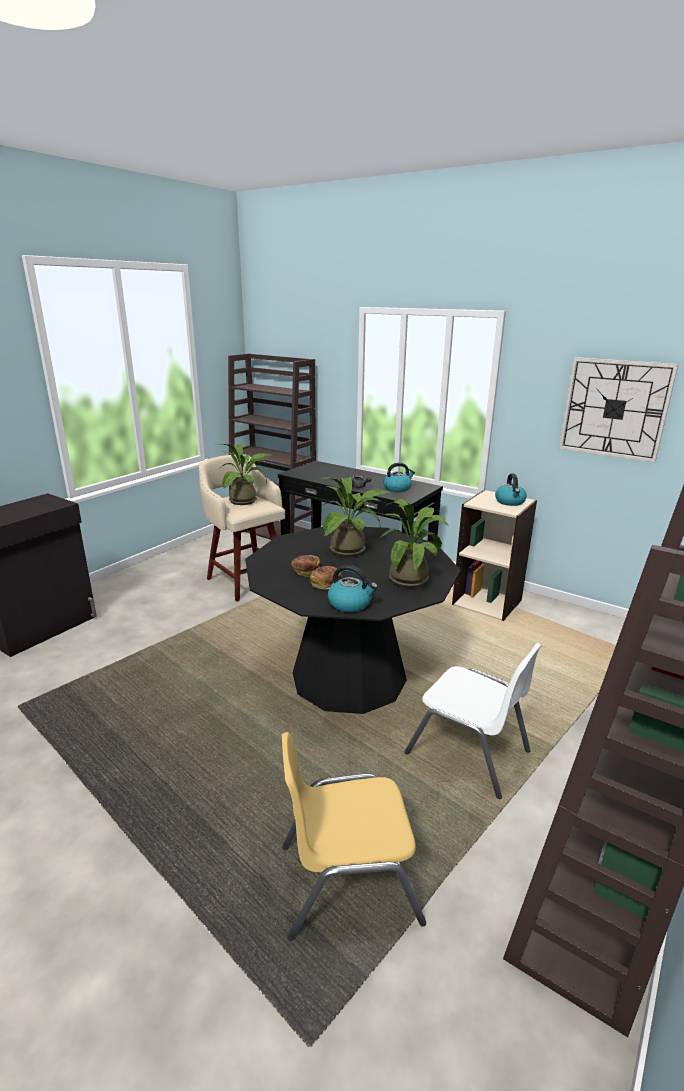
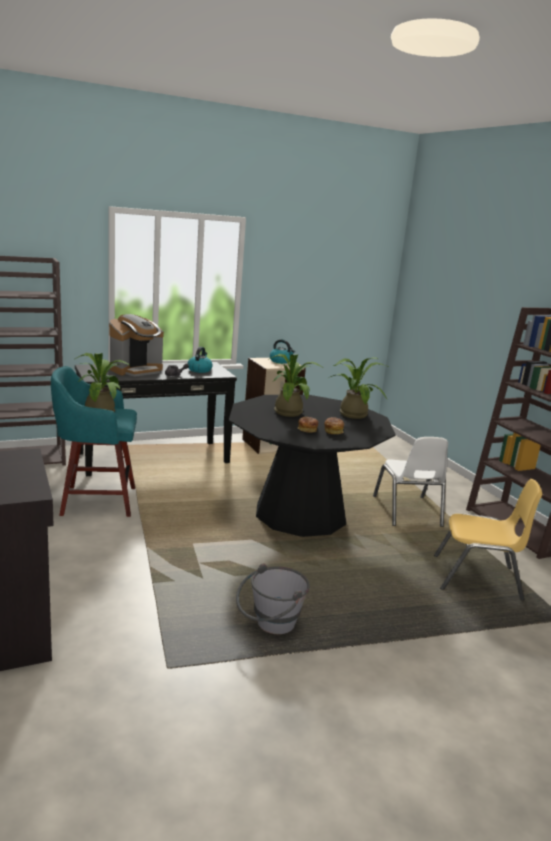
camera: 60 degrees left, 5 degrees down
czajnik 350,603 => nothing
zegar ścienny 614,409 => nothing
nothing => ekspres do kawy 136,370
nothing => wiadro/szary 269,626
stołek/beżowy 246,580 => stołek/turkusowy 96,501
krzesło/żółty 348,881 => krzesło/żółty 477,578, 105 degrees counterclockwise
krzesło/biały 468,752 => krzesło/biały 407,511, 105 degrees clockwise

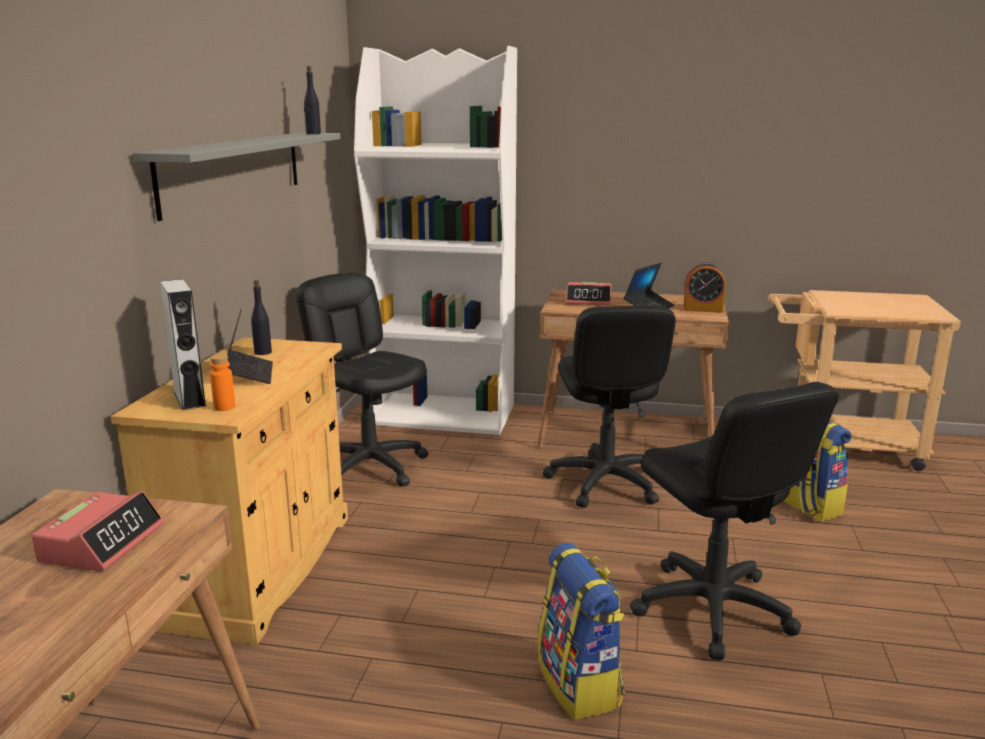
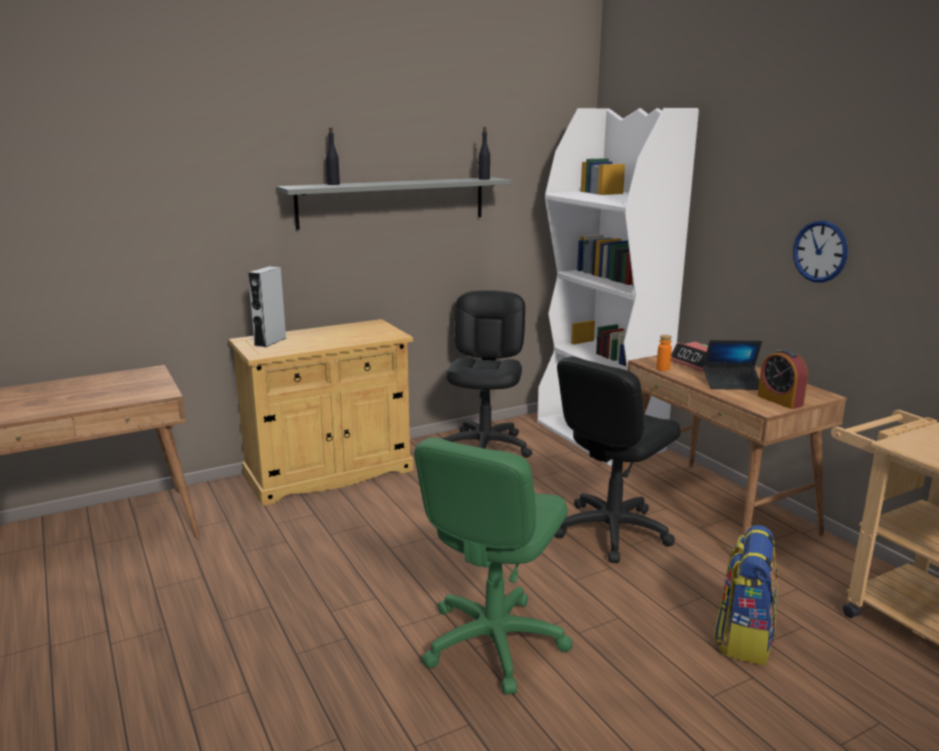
camera: 50 degrees right, 0 degrees up
budzik 102,543 => nothing
laptop 249,374 => nothing
plecak 580,684 => nothing
nothing => zegar ścienny 820,251
butelka/pomarańczowy 224,407 => butelka/pomarańczowy 662,368, moved
butelka/czarny 263,352 => butelka/czarny 333,184, moved
krzesło biurowe/czarny 712,609 => krzesło biurowe/zielony 493,642

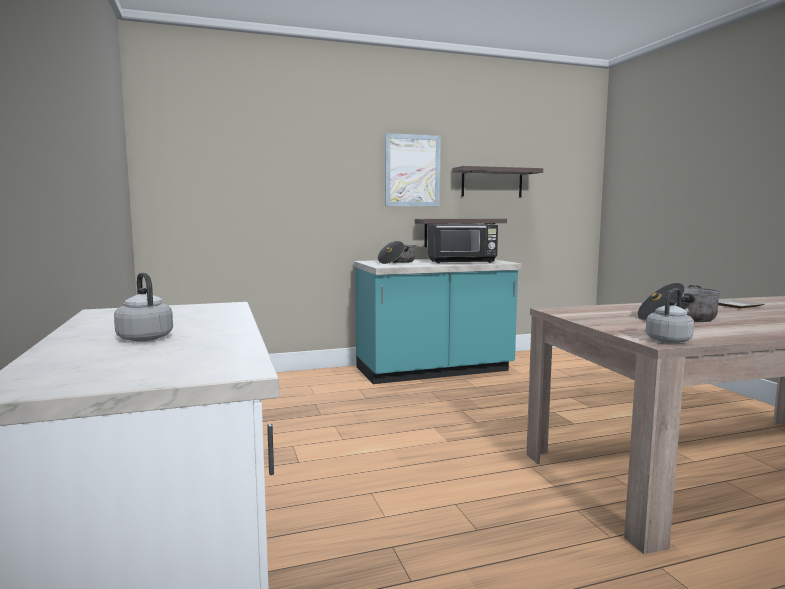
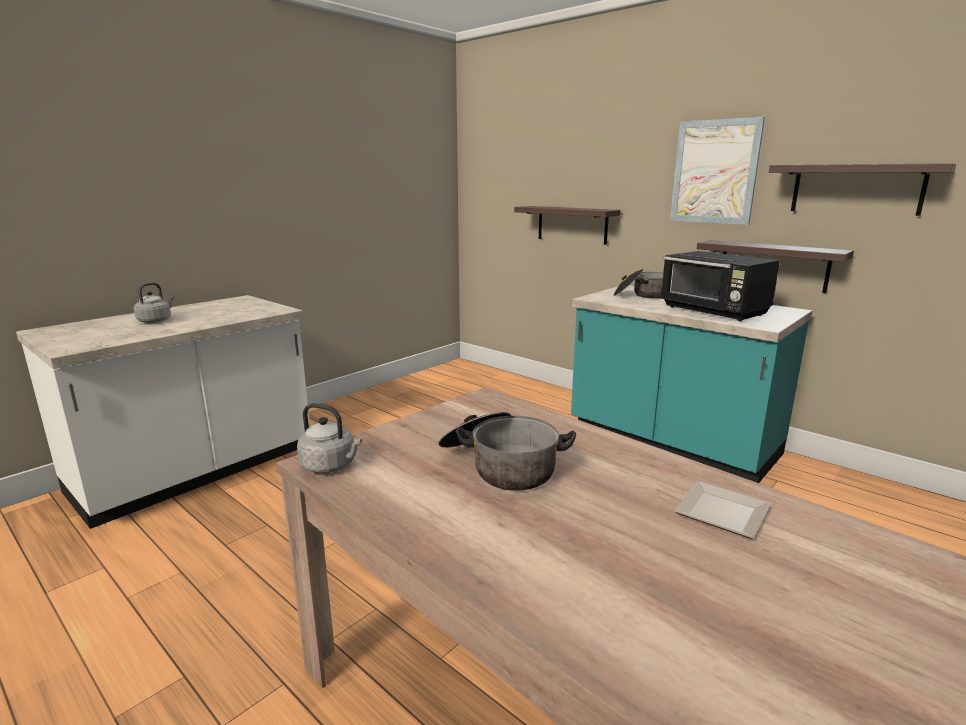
camera: 60 degrees right, 10 degrees up
nothing => półka 572,224

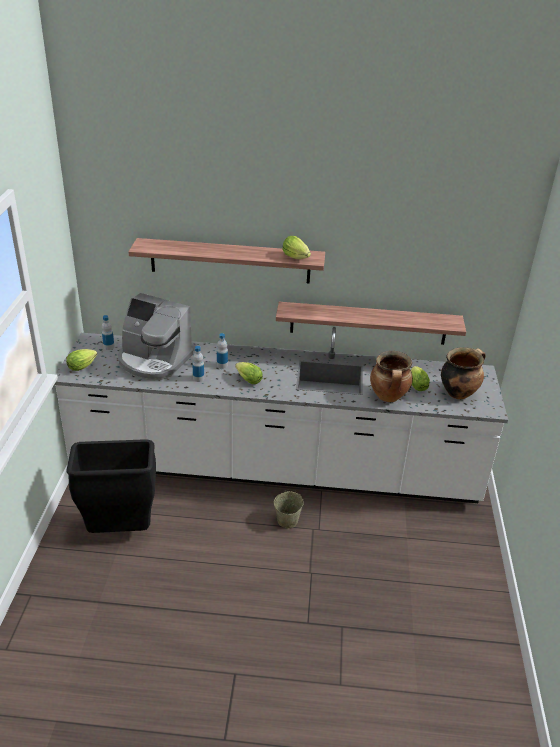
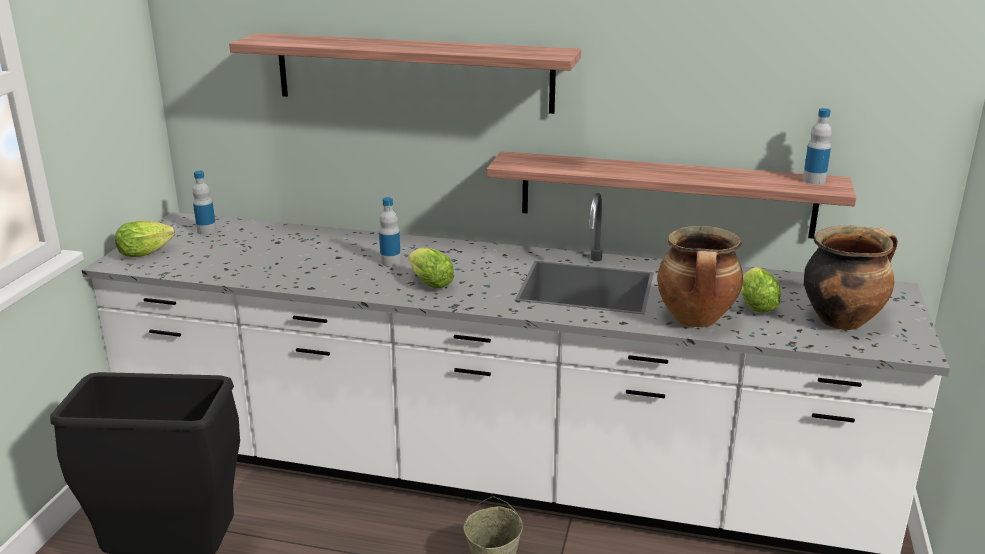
camera: 10 degrees right, 10 degrees down
ekspres do kawy 153,361 => nothing
sałata 297,258 => nothing
butelka 198,378 => butelka 814,180, moved

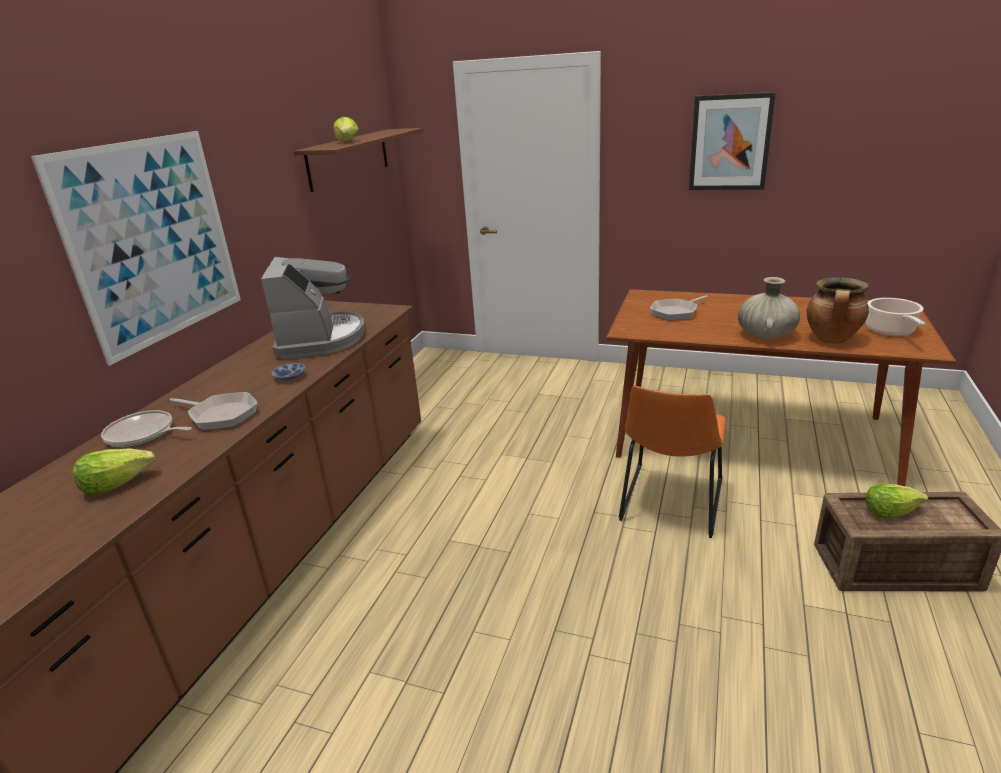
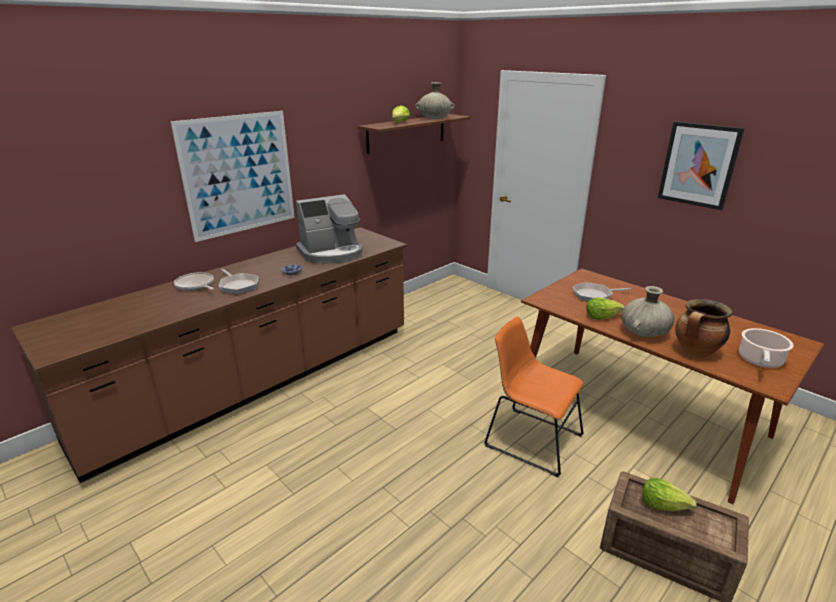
camera: 25 degrees right, 0 degrees up
nothing => wazon/beżowy 434,118
sałata 117,484 => sałata 601,317, moved
ekspres do kawy 320,339 => ekspres do kawy 331,253, 45 degrees clockwise
krzesło/pomarańczowy 670,503 => krzesło/pomarańczowy 529,439, 75 degrees clockwise

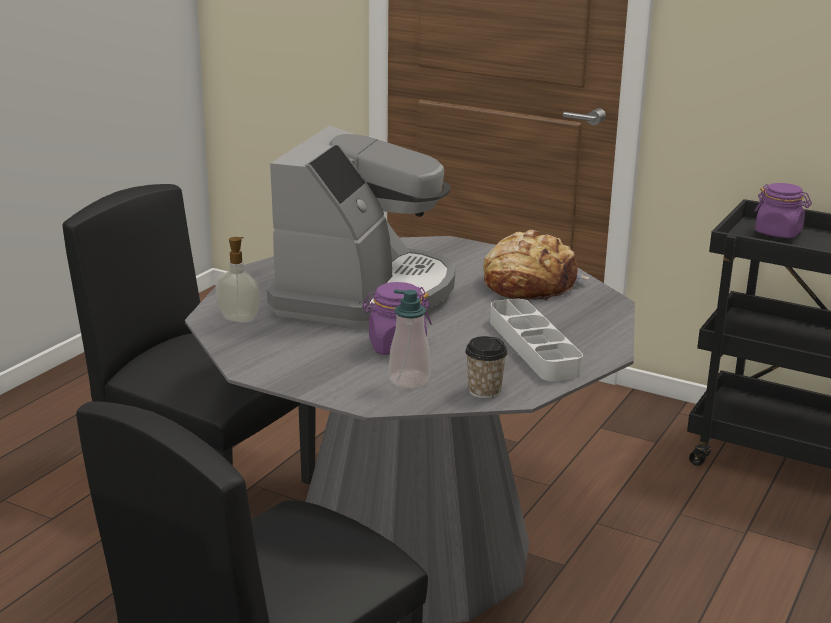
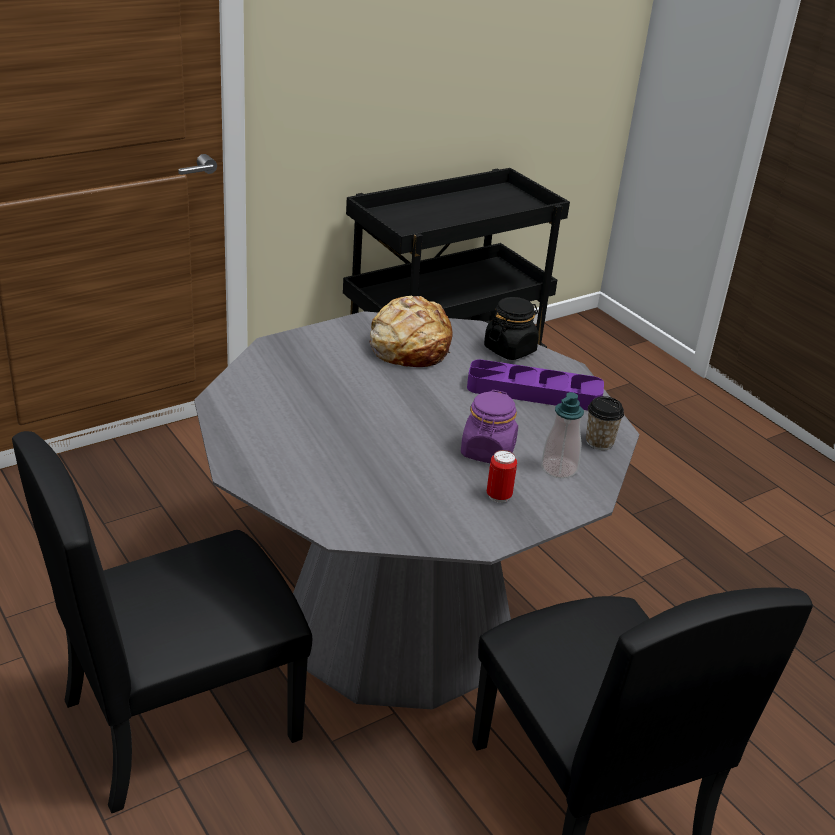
camera: 65 degrees left, 10 degrees up
dozownik mydła 239,319 => nothing
ekspres do kawy 365,294 => nothing
słoik/fioletowy 778,233 => nothing
nothing => słoik/czarny 510,349
nothing => puszka 498,496
taca/szary 533,346 => taca/fioletowy 534,392

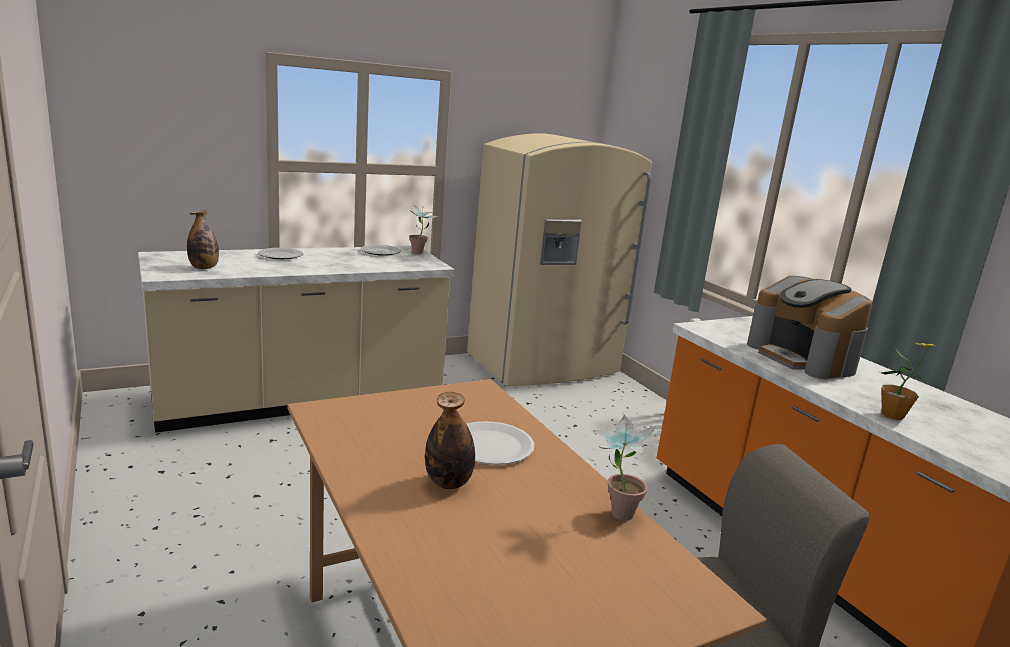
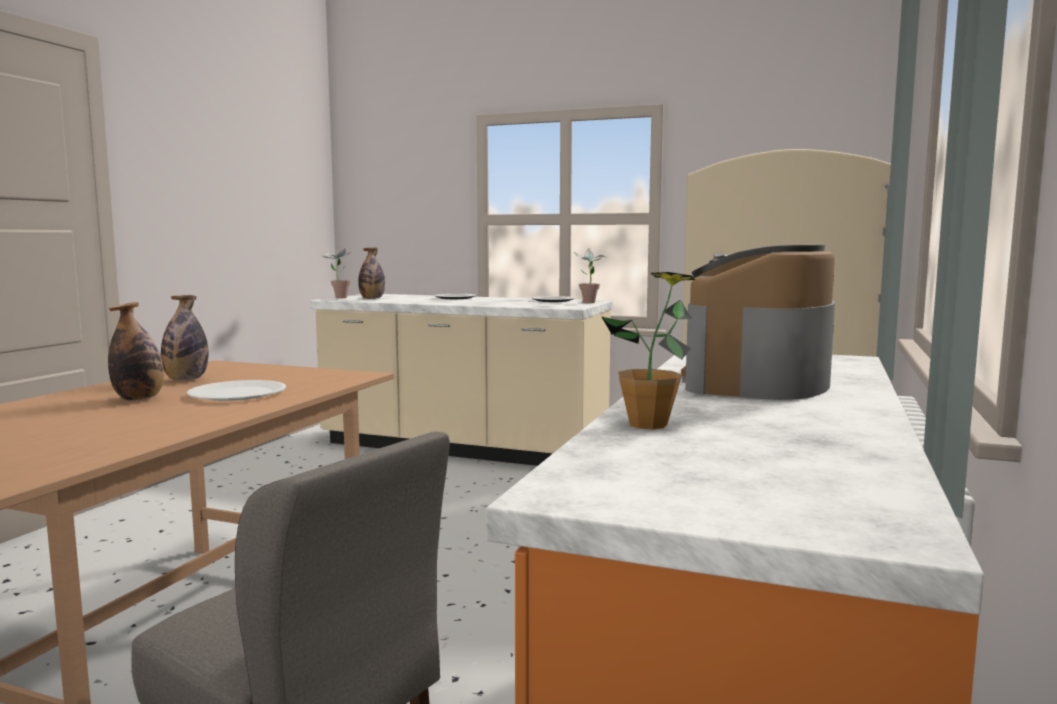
camera: 50 degrees right, 10 degrees down
nothing => butelka 186,380
roślina doniczkowa 613,513 => roślina doniczkowa 339,297, moved

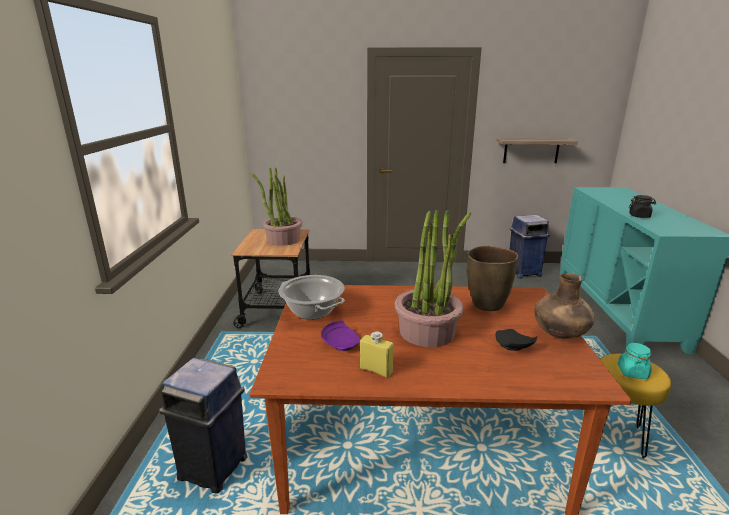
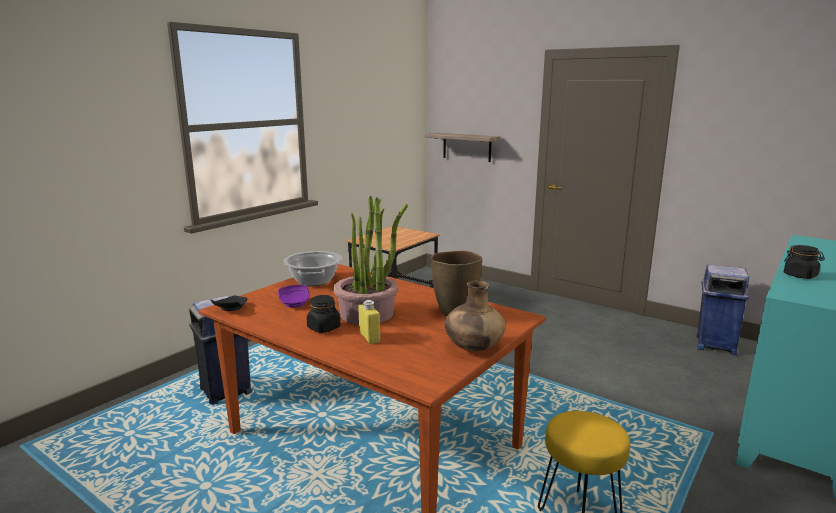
camera: 35 degrees right, 5 degrees down
roślina doniczkowa 283,240 => nothing
słoik/turkusowy 632,372 => nothing
nothing => słoik/czarny 323,328
butelka/żółty 376,370 => butelka/żółty 369,337, moved
talerz/czarny 513,346 => talerz/czarny 230,309, moved
półka 531,150 => półka 466,147, moved

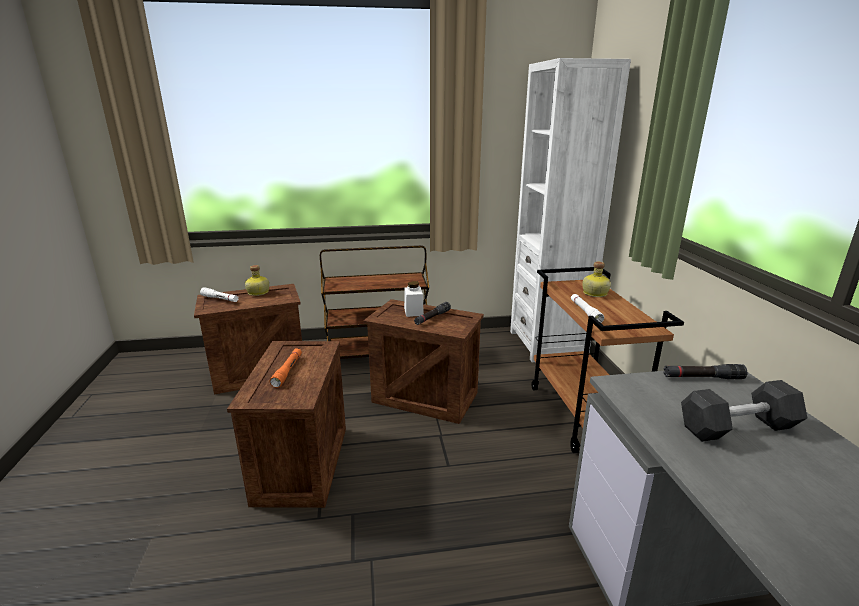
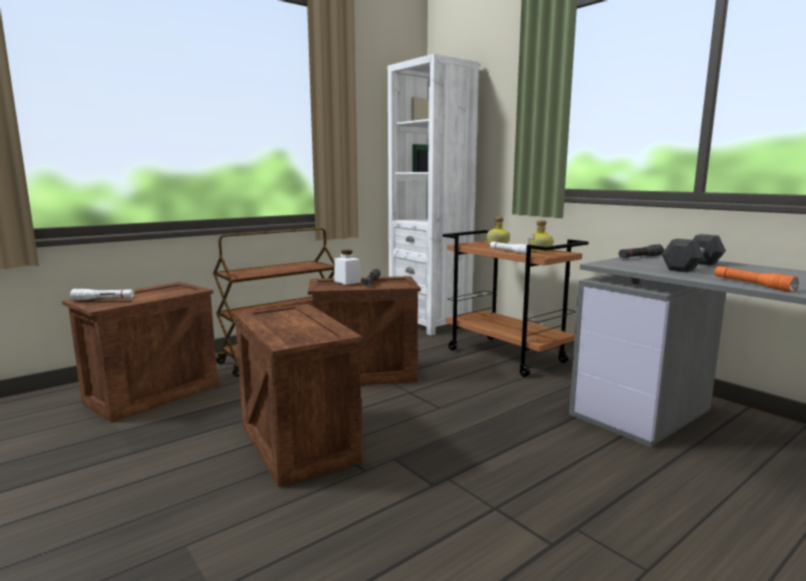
camera: 30 degrees left, 10 degrees down
butelka 258,293 => butelka 540,250, moved
latarka/pomarańczowy 287,371 => latarka/pomarańczowy 752,284, moved

